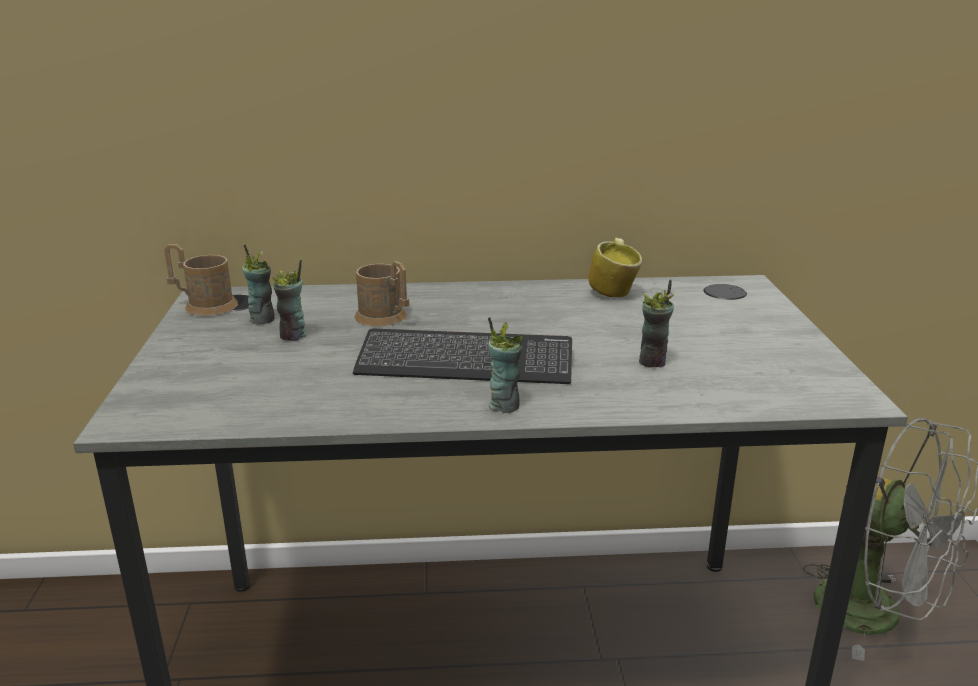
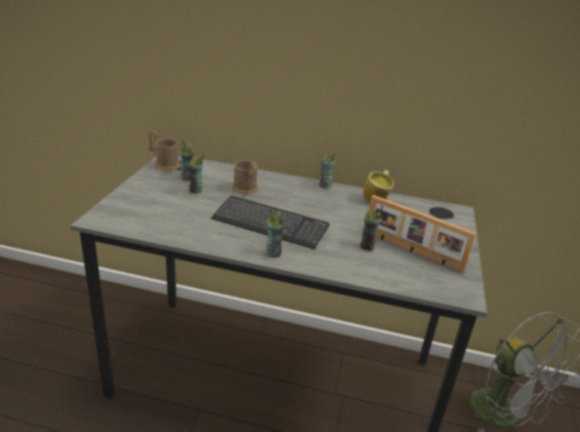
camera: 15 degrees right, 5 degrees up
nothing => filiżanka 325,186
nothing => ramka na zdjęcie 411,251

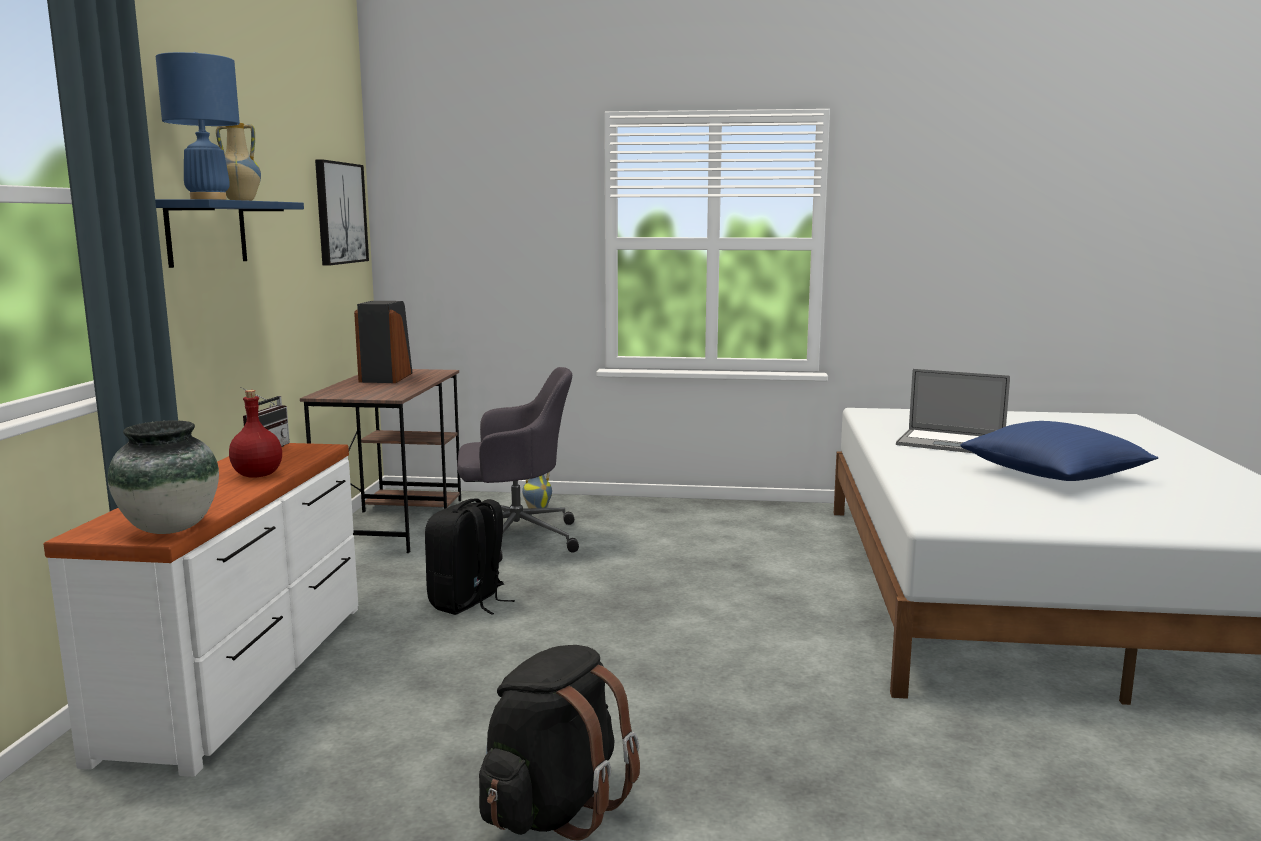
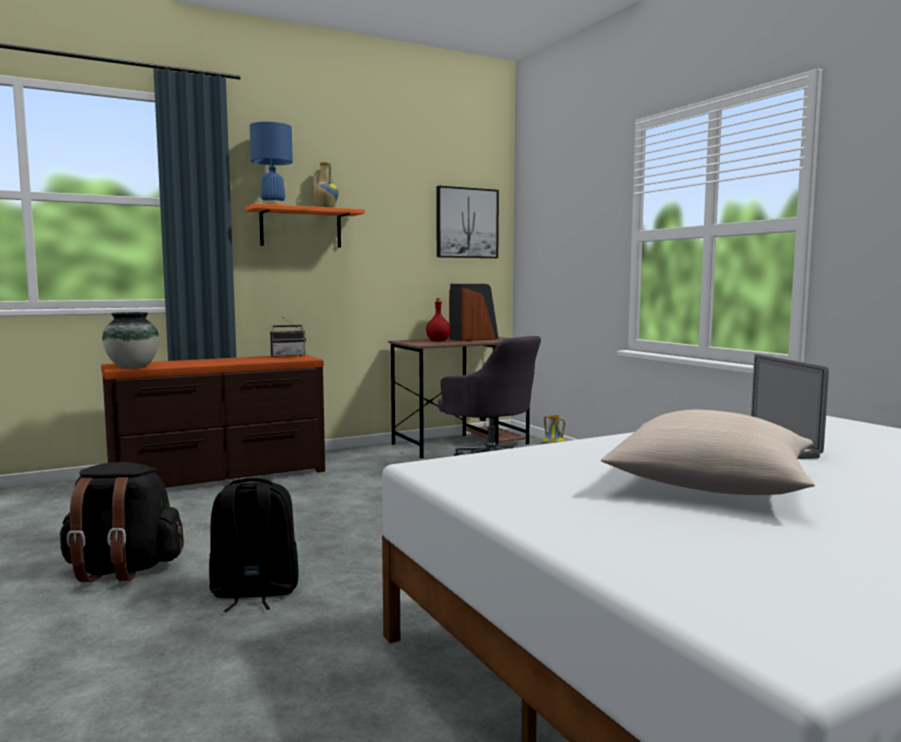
camera: 55 degrees right, 5 degrees down
butelka/czerwony 257,475 => butelka/czerwony 438,341, moved
plecak/czarny 468,603 => plecak/czarny 254,592, moved
komoda/biały 245,675 => komoda/brązowy 220,477
półka/niebieski 206,232 => półka/pomarańczowy 301,228
poduszka/niebieski 1054,475 => poduszka/beżowy 710,484

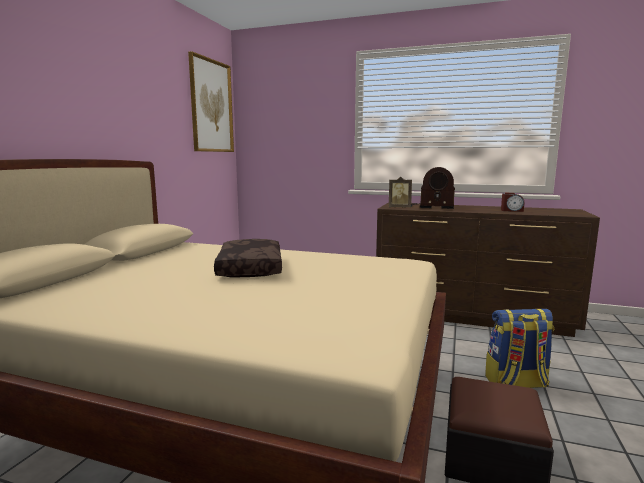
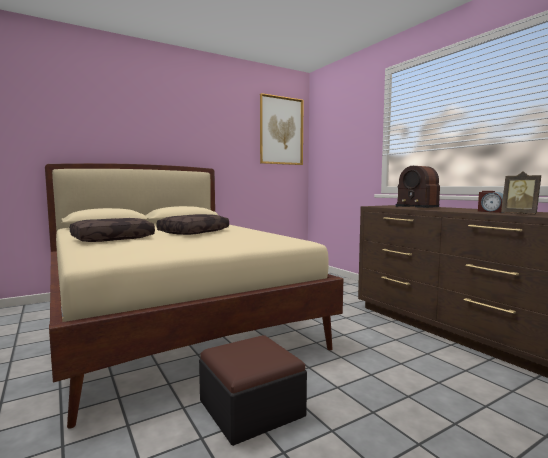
camera: 40 degrees right, 5 degrees down
plecak 516,383 => nothing
nothing => poduszka/brązowy 113,239
ramka na zdjęcie 399,208 => ramka na zdjęcie 520,214, moved

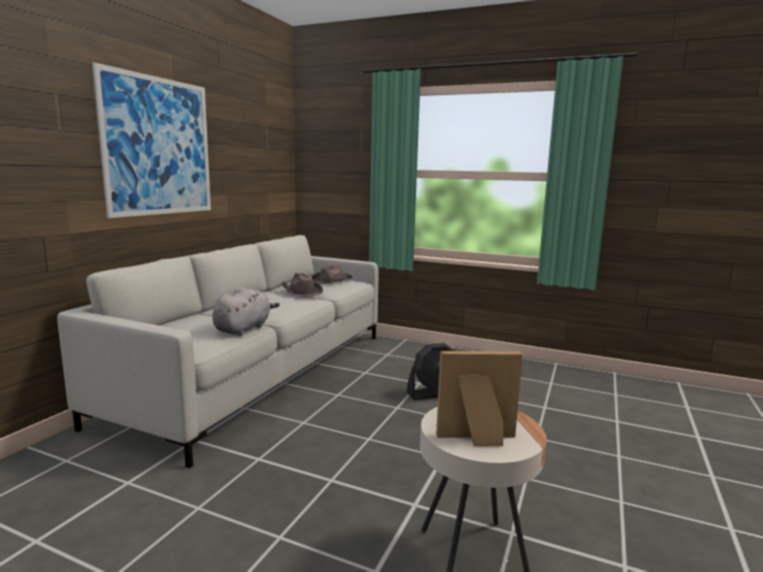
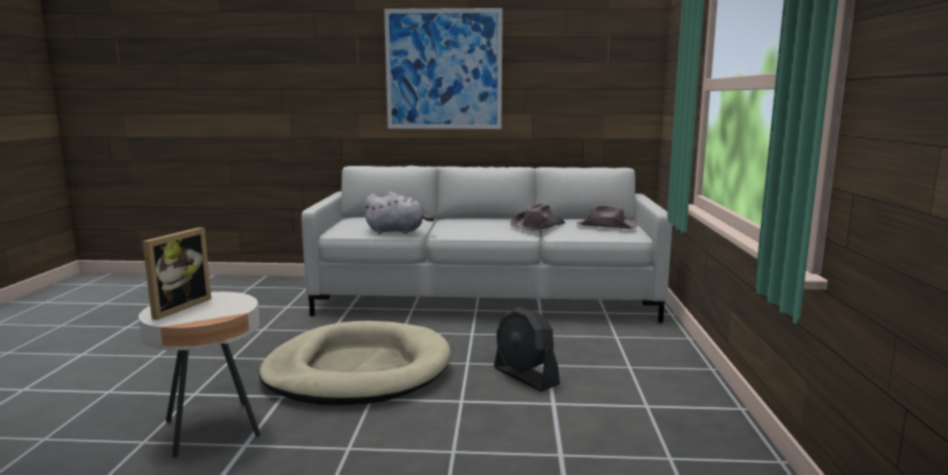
camera: 70 degrees right, 0 degrees up
nothing => legowisko/beżowy 358,371
ramka na zdjęcie 477,440 => ramka na zdjęcie 176,307, 45 degrees clockwise

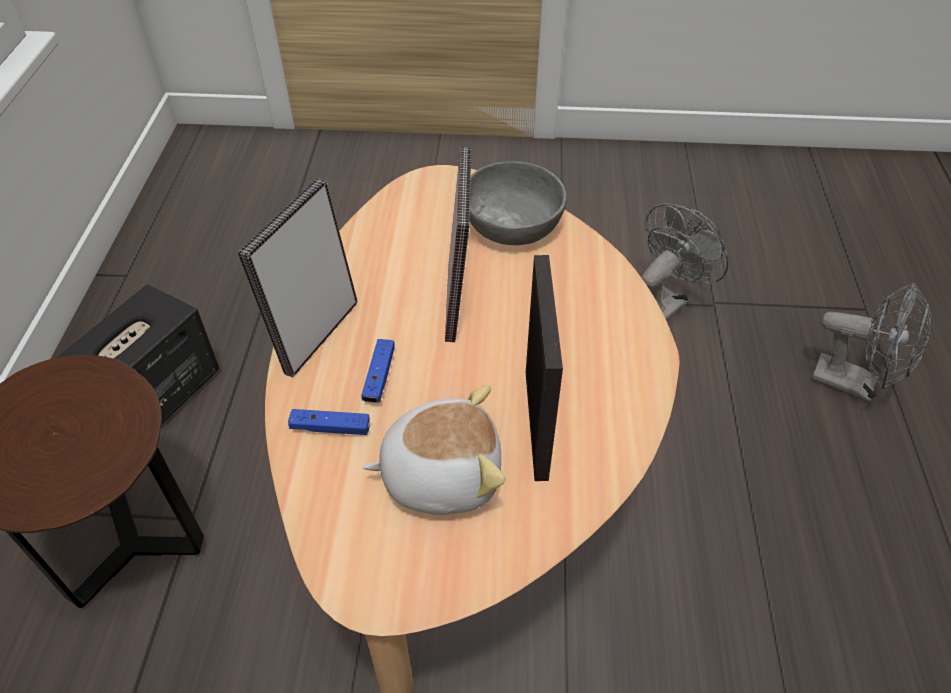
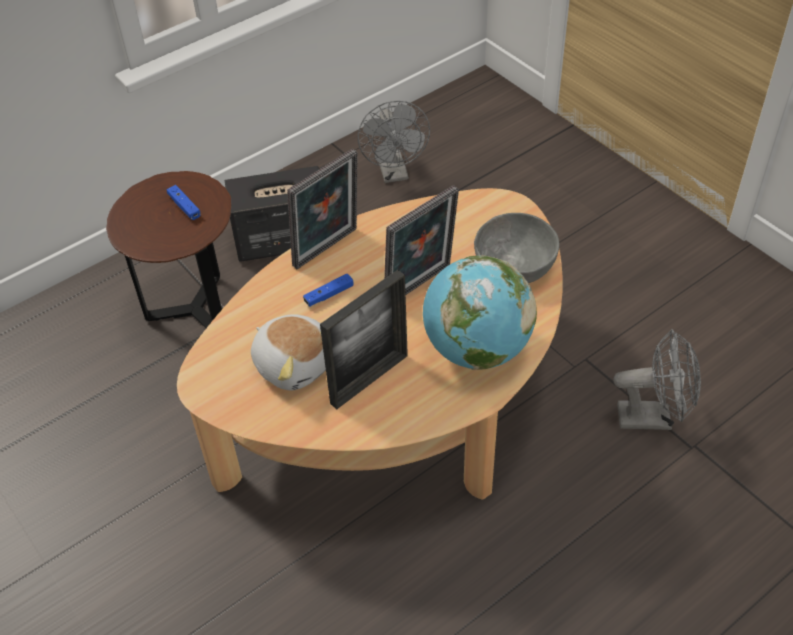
camera: 50 degrees right, 0 degrees up
nothing => globus 476,349
pad do gier/niebieski 330,428 => pad do gier/niebieski 184,206, moved
wentylator/szary 854,384 => wentylator/szary 394,173, moved
ramka na zdjęcie 316,334 => ramka na zdjęcie 328,250, 150 degrees clockwise

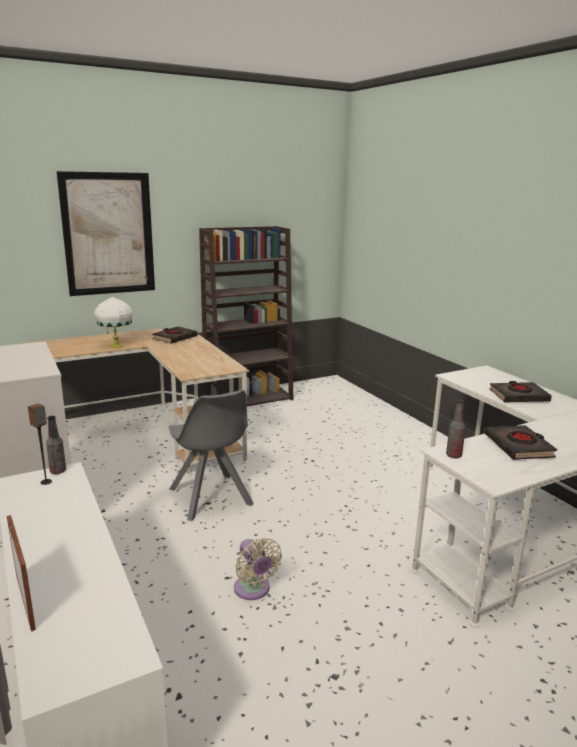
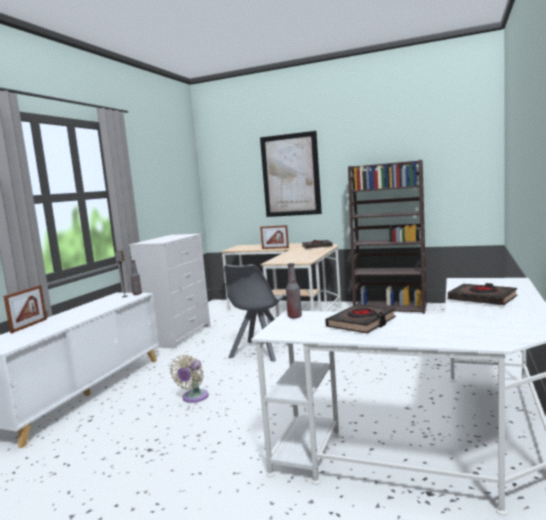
camera: 50 degrees right, 10 degrees down
lampa stołowa/biały 116,345 => ramka na zdjęcie 275,248

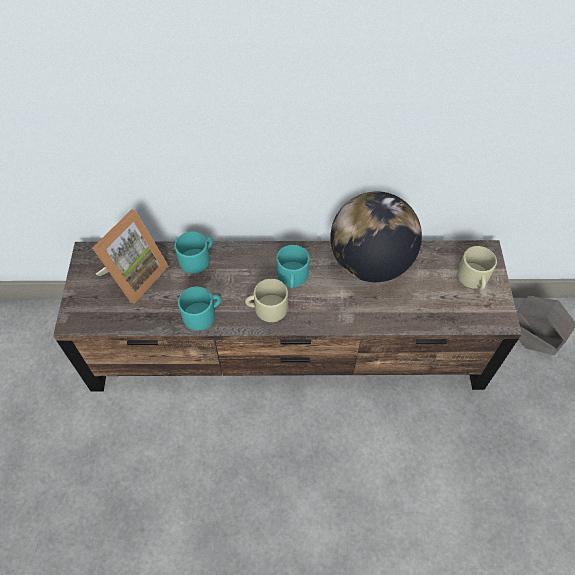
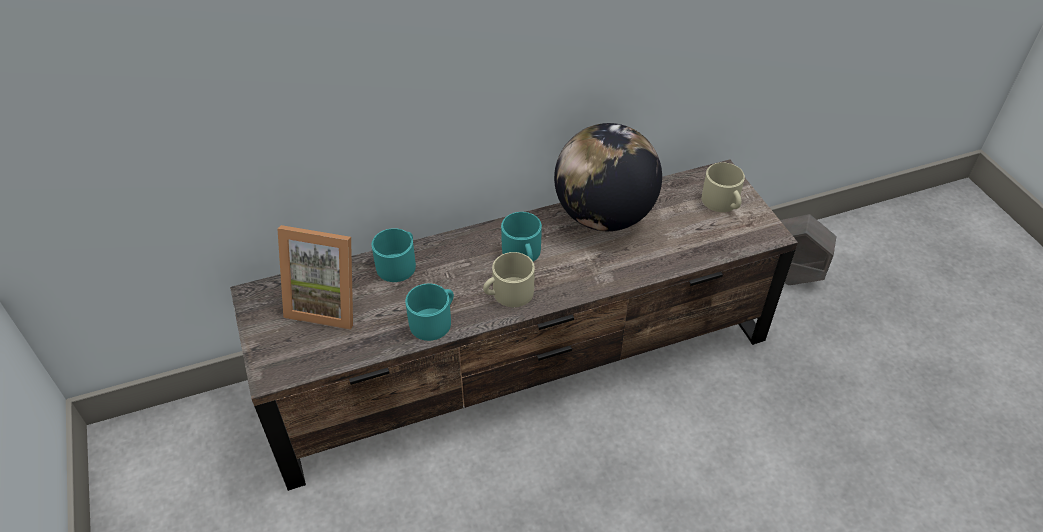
camera: 20 degrees left, 10 degrees down
ramka na zdjęcie 134,275 => ramka na zdjęcie 327,303, 90 degrees clockwise

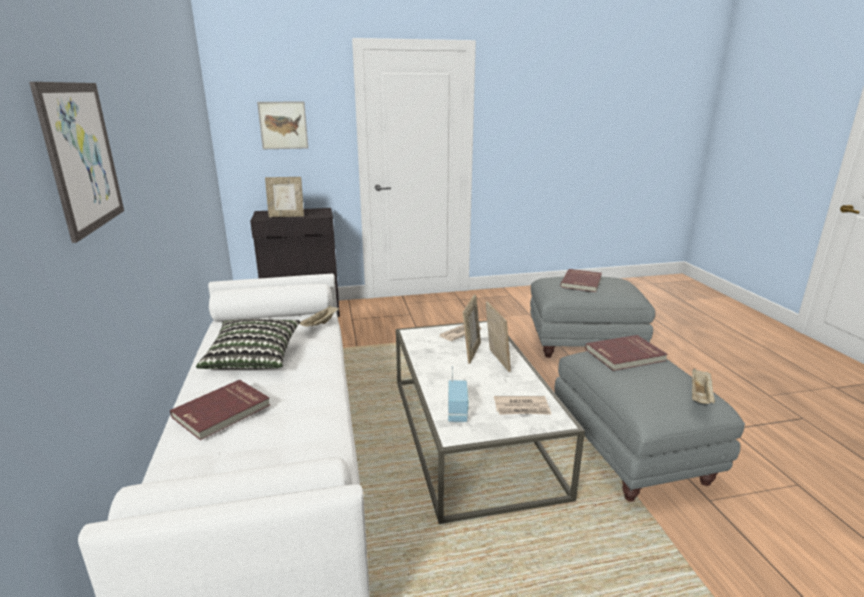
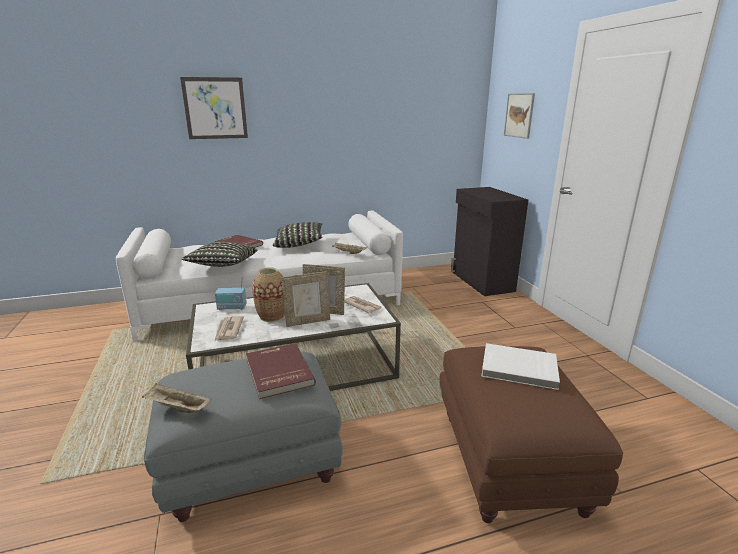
camera: 85 degrees right, 0 degrees up
ramka na zdjęcie 286,216 => nothing
nothing => poduszka 223,266
nothing => wazon 272,316
pufa/szary 582,344 => pufa/brązowy 508,460
książka/czerwony 582,282 => książka/biały 519,369

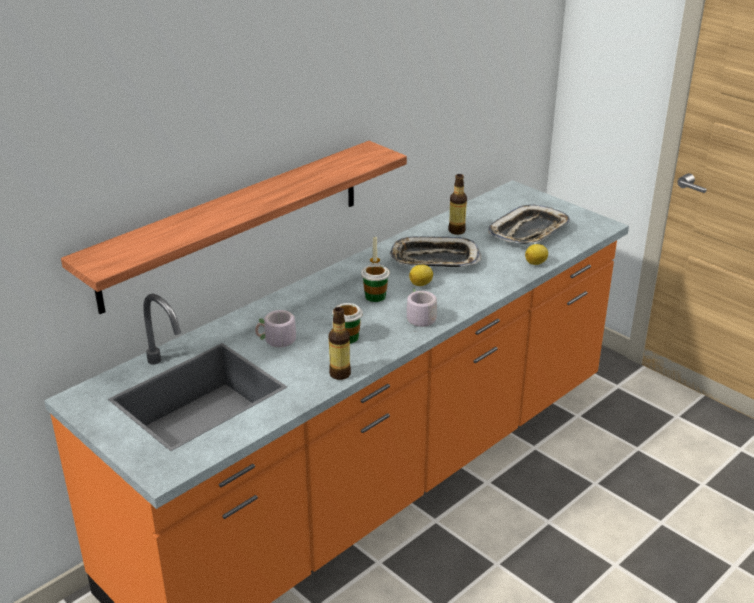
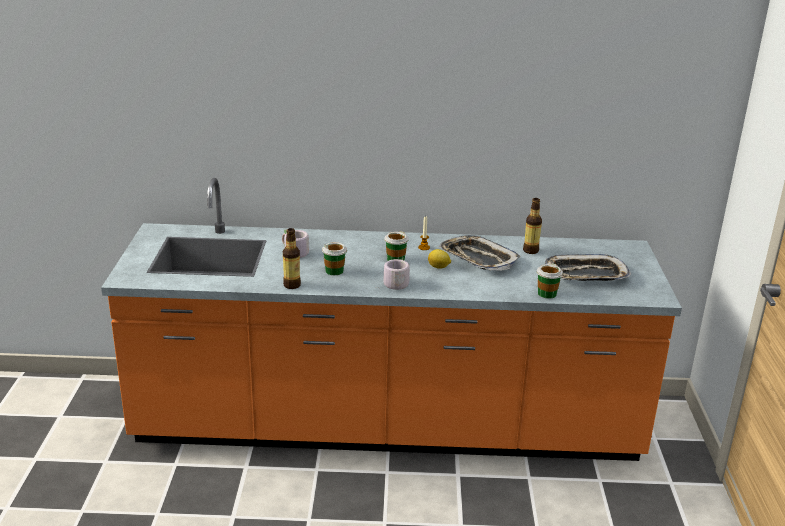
camera: 45 degrees right, 5 degrees down
półka 234,223 => nothing
cytryna 536,263 => filiżanka 547,294

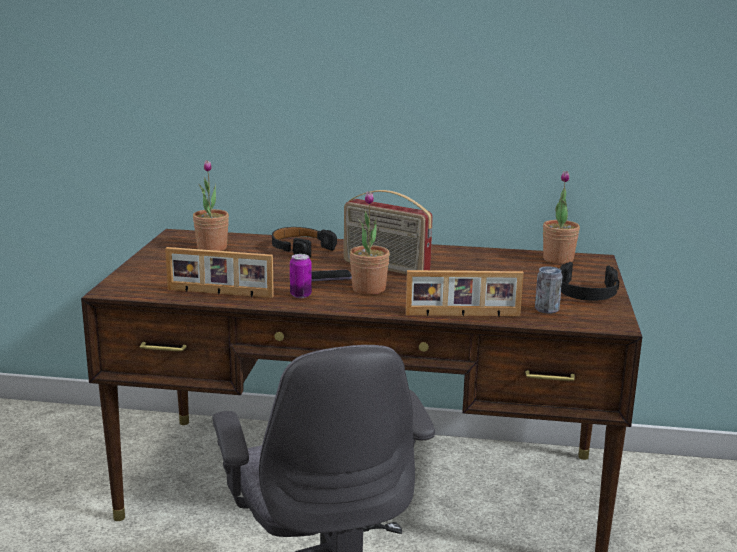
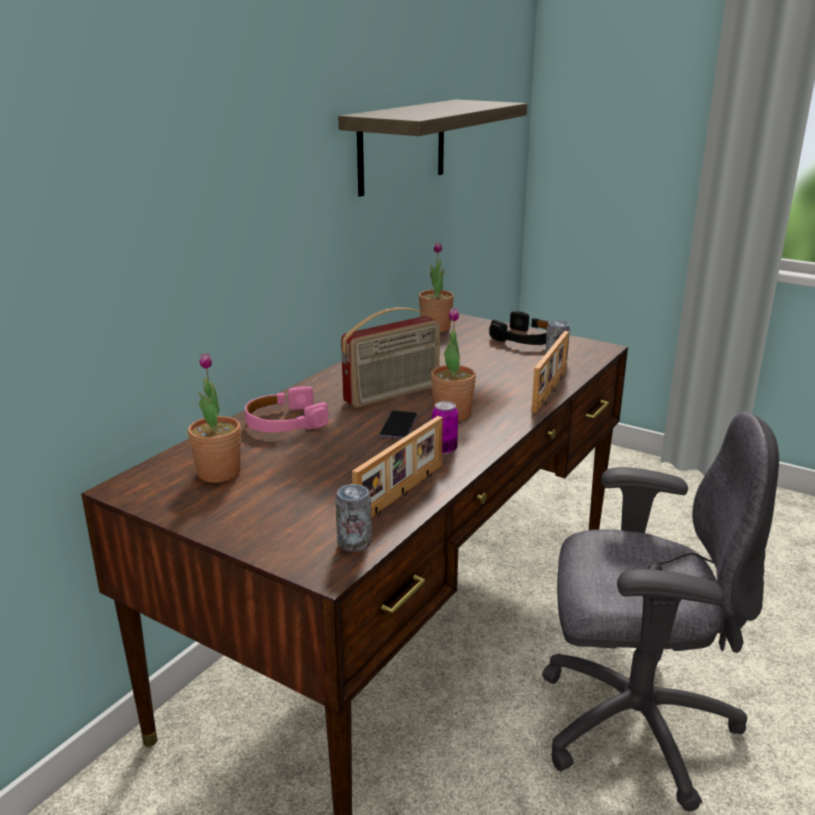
camera: 65 degrees left, 5 degrees up
nothing => puszka 354,543
nothing => półka 402,146
słuchawki/czarny 300,249 => słuchawki/różowy 284,422

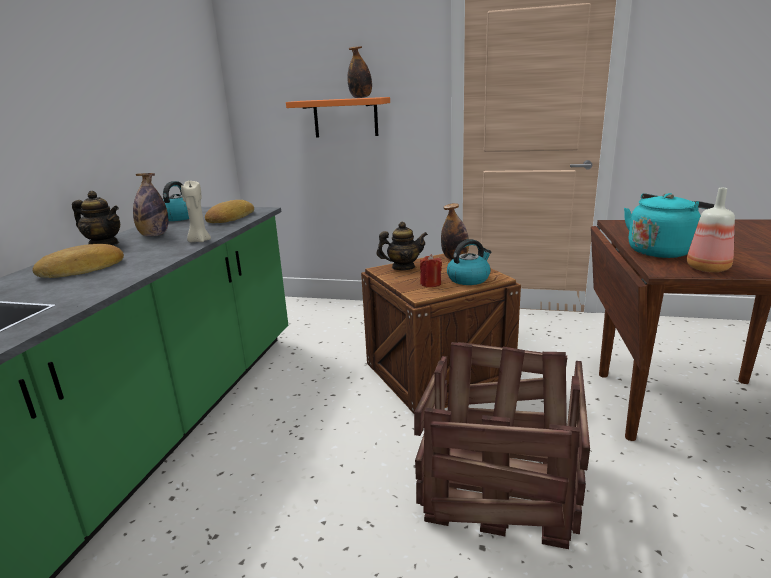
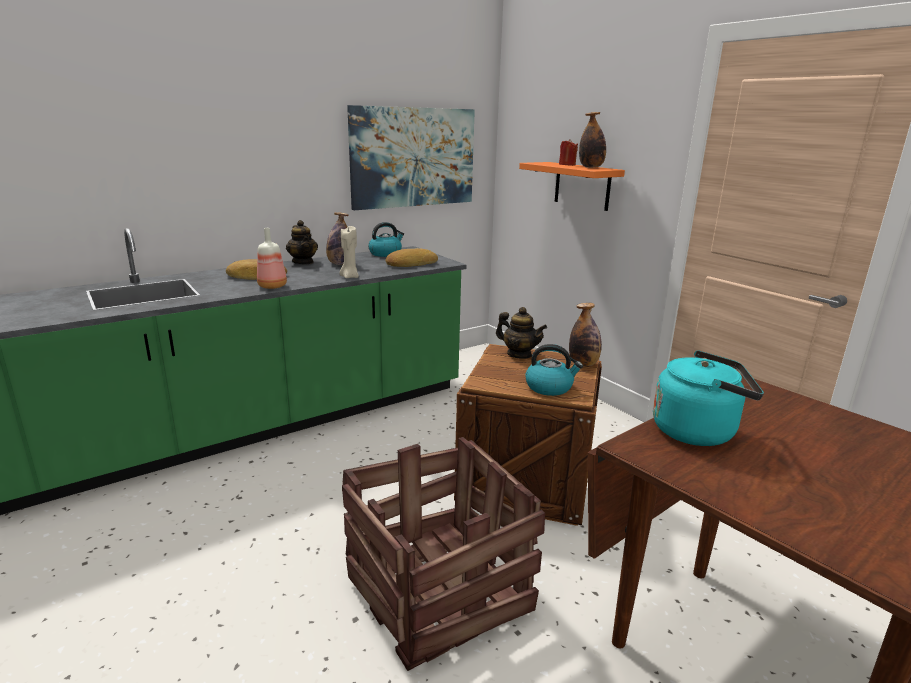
camera: 40 degrees right, 0 degrees up
nothing => obraz 413,157
świeca/czerwony 430,284 => świeca/czerwony 567,165, moved
butelka 707,268 => butelka 273,286, moved

